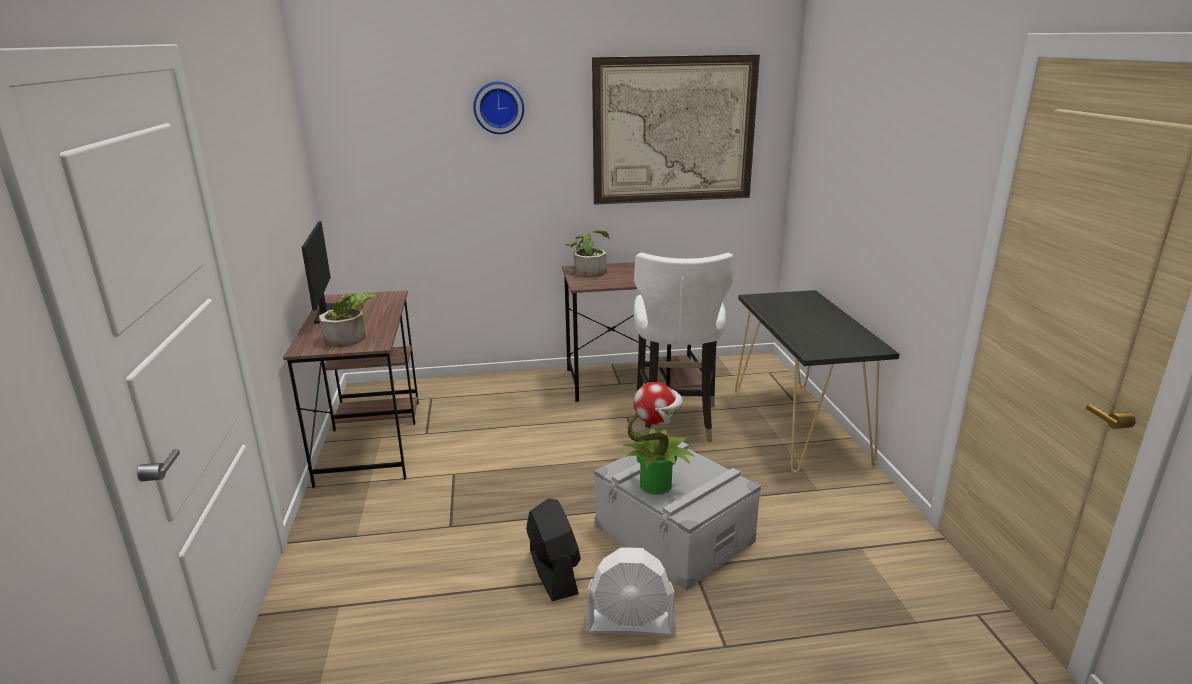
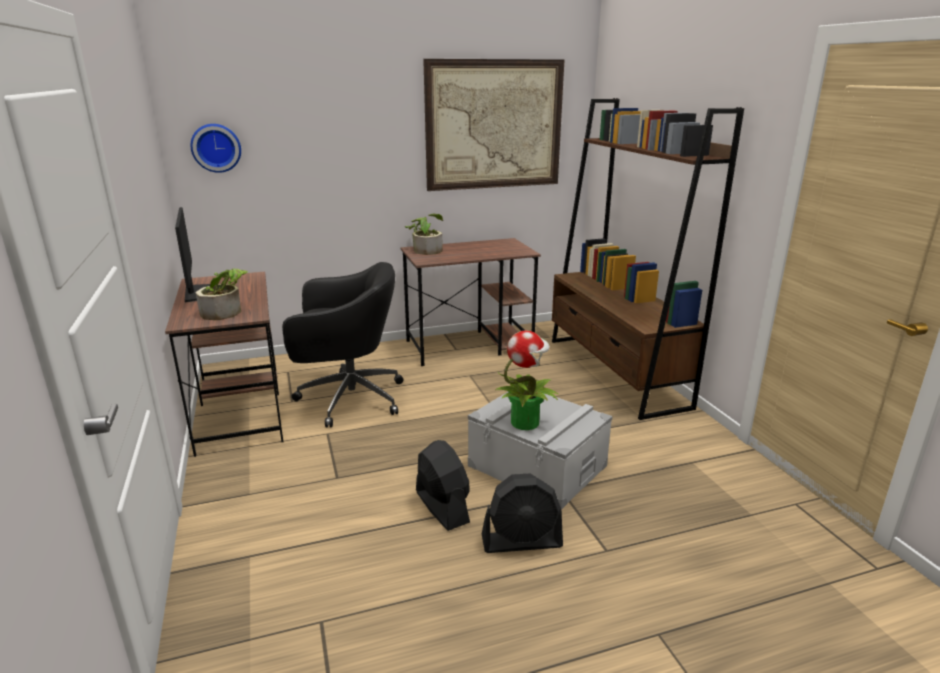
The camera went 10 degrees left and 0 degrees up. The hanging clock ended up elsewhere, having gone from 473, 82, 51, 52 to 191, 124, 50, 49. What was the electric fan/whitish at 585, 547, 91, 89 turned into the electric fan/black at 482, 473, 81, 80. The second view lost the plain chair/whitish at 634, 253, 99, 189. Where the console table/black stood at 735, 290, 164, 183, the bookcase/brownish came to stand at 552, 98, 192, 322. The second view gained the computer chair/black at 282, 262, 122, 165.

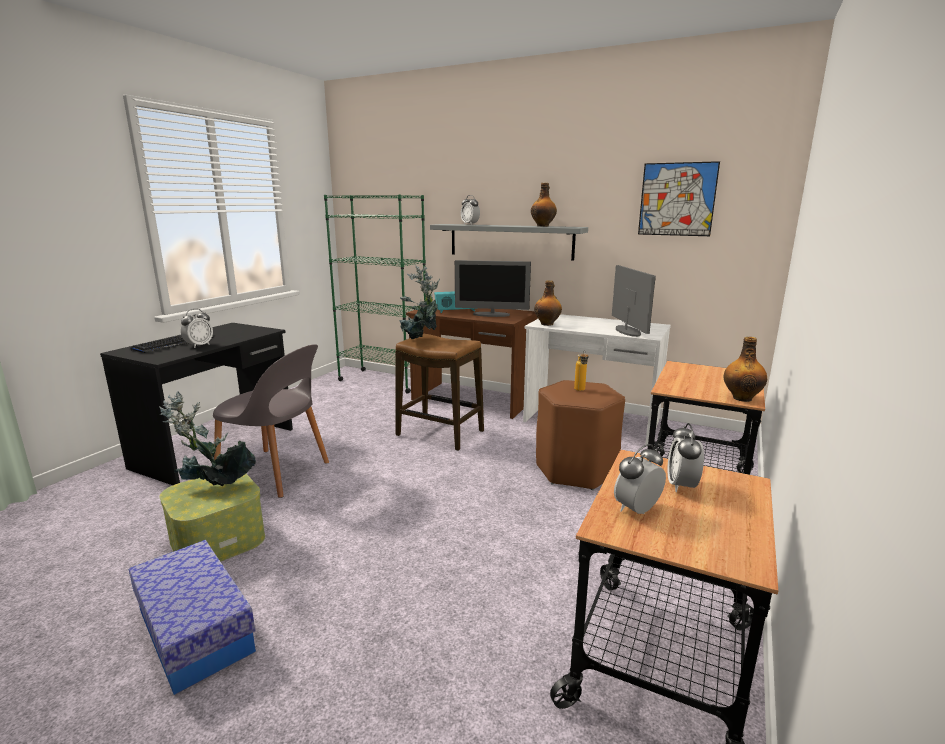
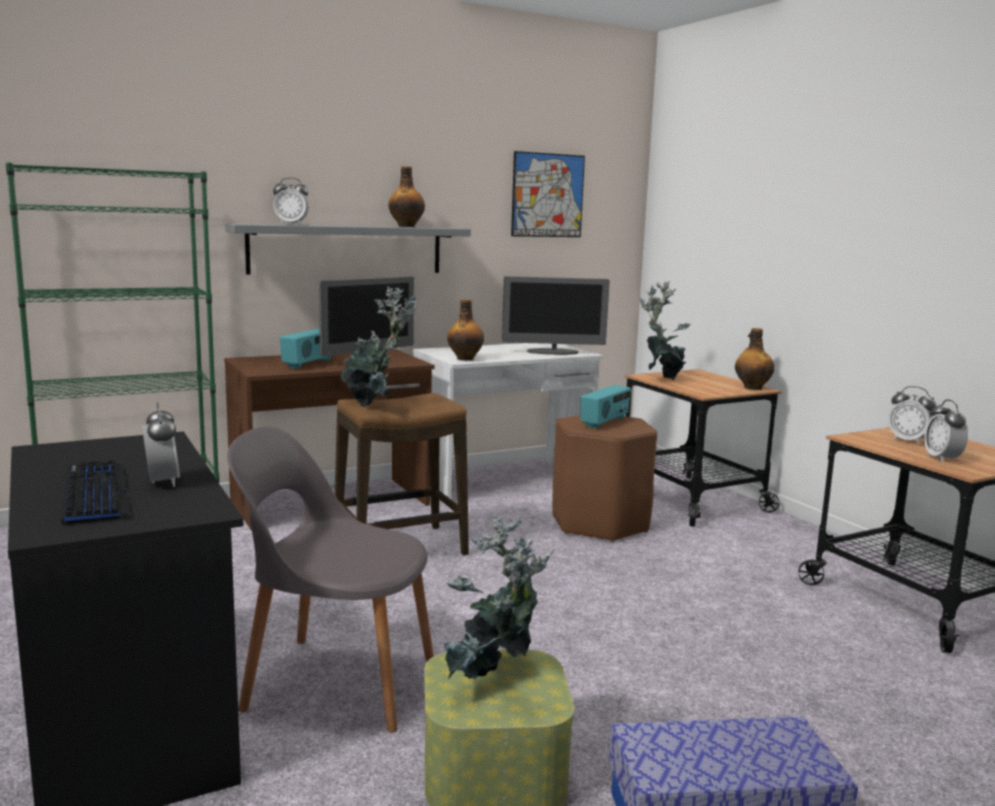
The camera went 55 degrees left and 5 degrees down. The plain chair/greyish at 213, 344, 116, 154 ended up facing another way, 135 degrees counterclockwise from before. Where the drink bottle stood at 574, 350, 14, 41, the radio set came to stand at 581, 385, 50, 44. The computer display at 612, 265, 44, 72 ended up facing another way, 150 degrees clockwise from before. The second view gained the potted plant at 639, 281, 51, 99.

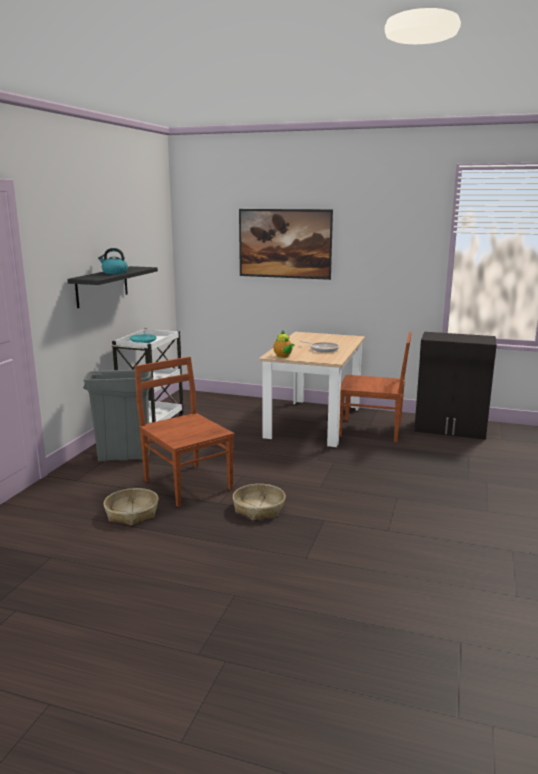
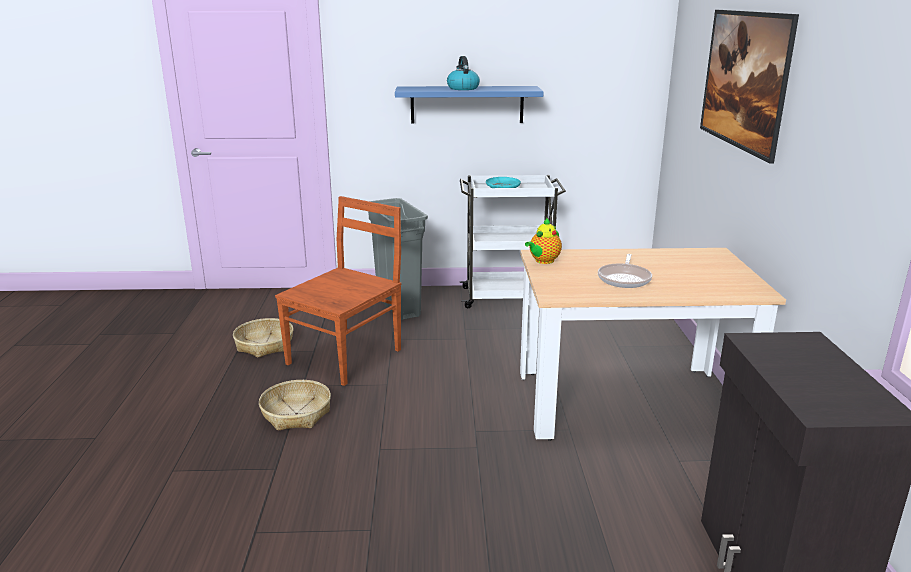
The camera went 70 degrees right and 5 degrees up. What was the bracket shelf/black at 67, 266, 91, 42 turned into the bracket shelf/bluish at 395, 86, 149, 37. The second view lost the plain chair/brownish at 339, 332, 73, 110.

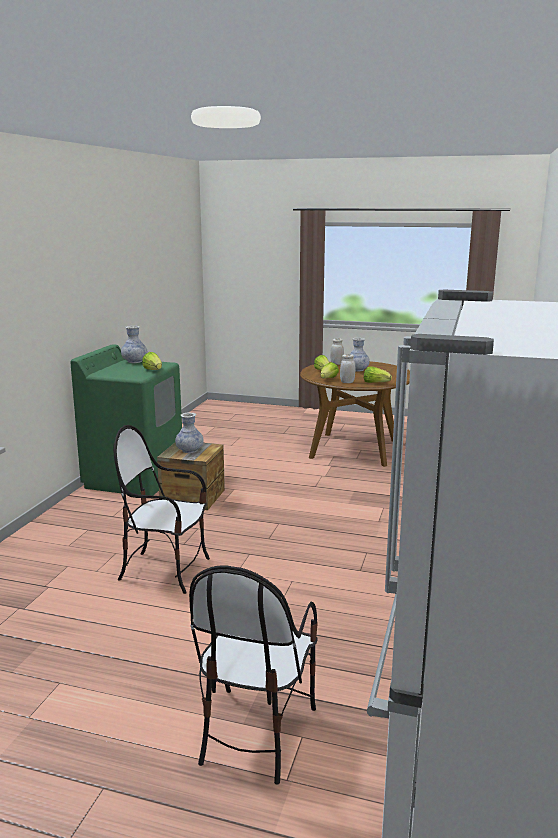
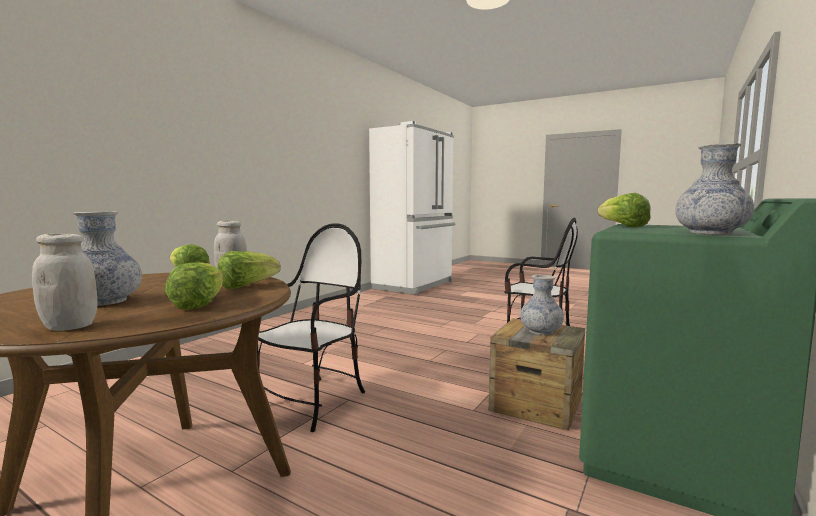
The camera went 165 degrees left and 10 degrees down. The plain chair ended up elsewhere, having gone from 189, 565, 129, 220 to 257, 223, 108, 209.

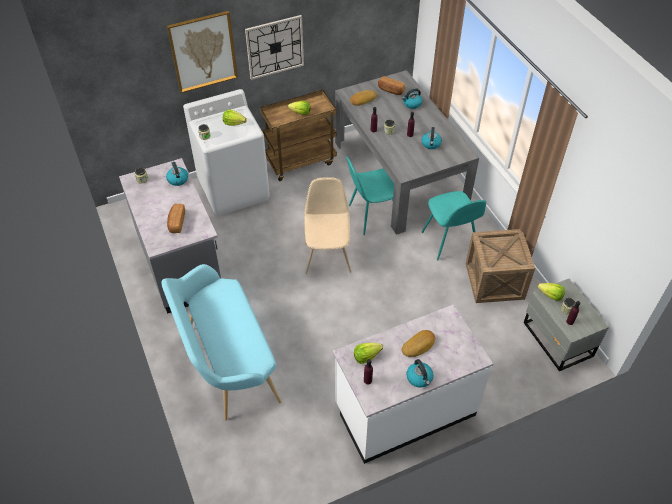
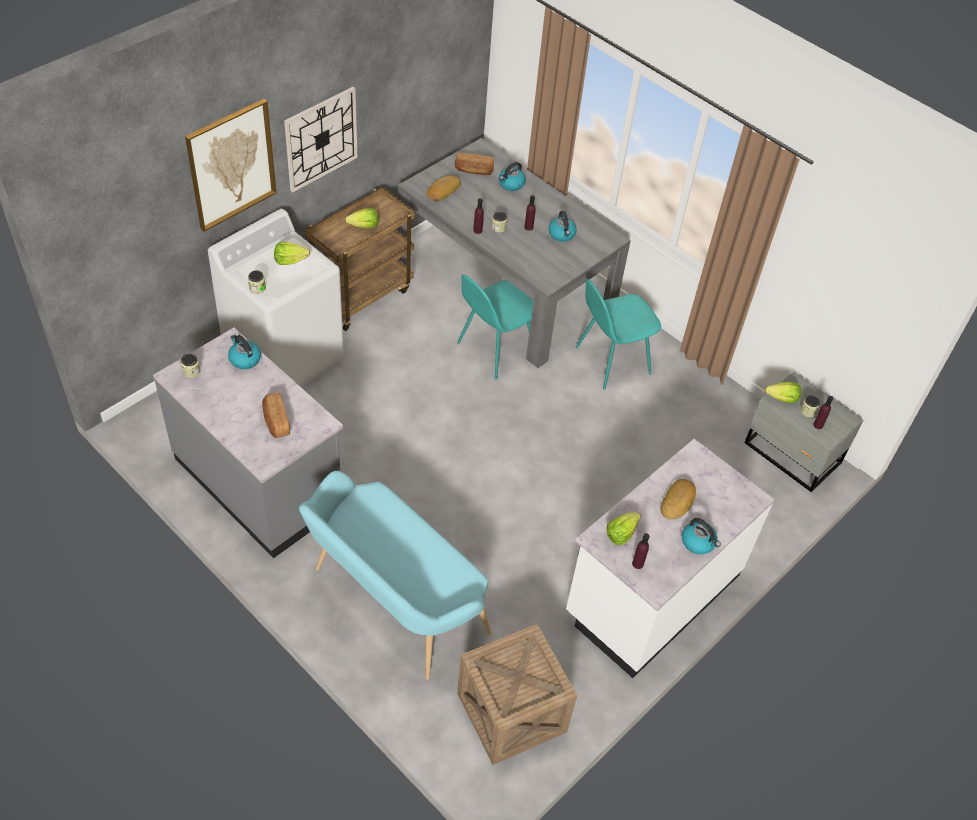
The camera went 25 degrees left and 0 degrees up. The second view lost the plain chair/sand-coloured at 304, 177, 47, 97. The plain chair/turquoise-coloured at 422, 191, 64, 69 ended up facing another way, 105 degrees clockwise from before. The packing crate ended up elsewhere, having gone from 466, 229, 69, 74 to 457, 624, 120, 141.

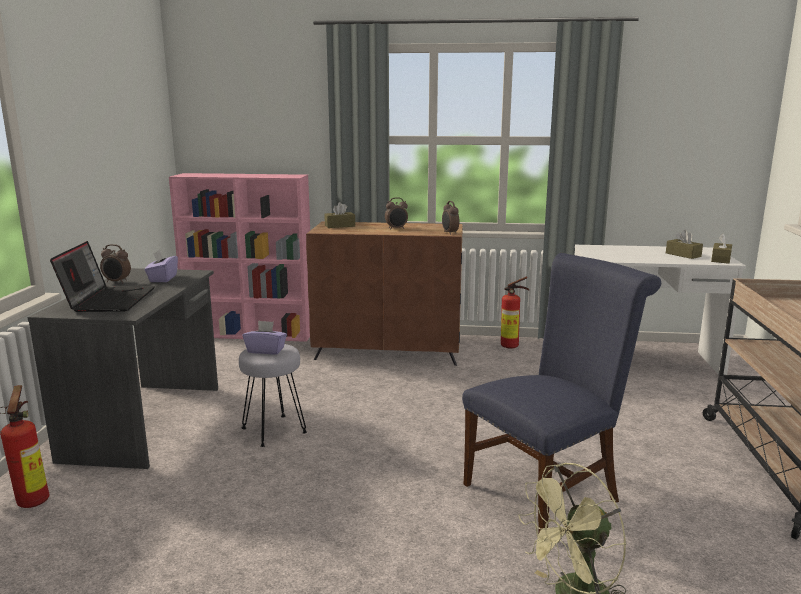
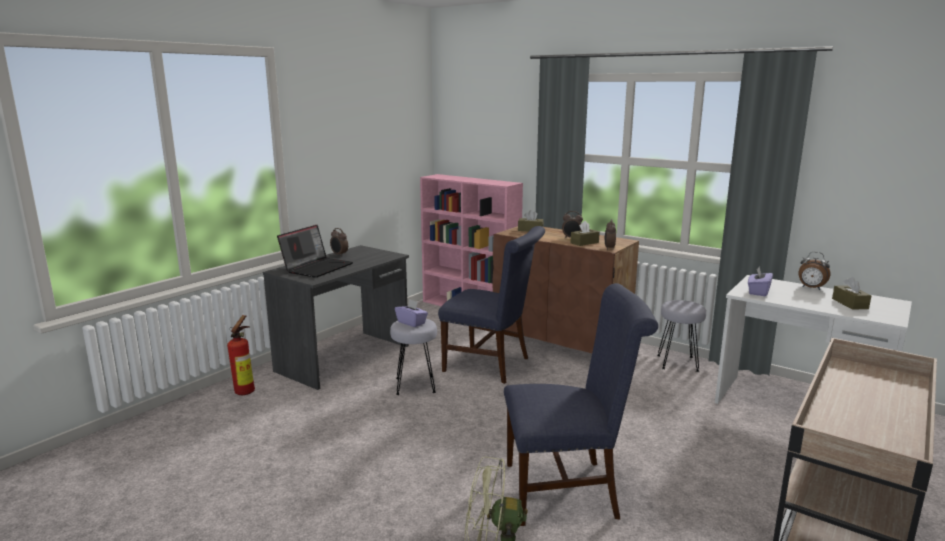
The camera went 30 degrees right and 0 degrees up. The box of tissues/purple-coloured ended up elsewhere, having gone from 145, 250, 33, 32 to 748, 266, 25, 30. Where the extinguisher stood at 501, 277, 28, 71, the sitting stool/greyish came to stand at 657, 300, 49, 72. The box of tissues/brownish ended up elsewhere, having gone from 711, 234, 21, 30 to 570, 221, 30, 25. The second view gained the plain chair/bluish at 438, 226, 107, 158. The second view gained the table clock at 799, 252, 31, 38.

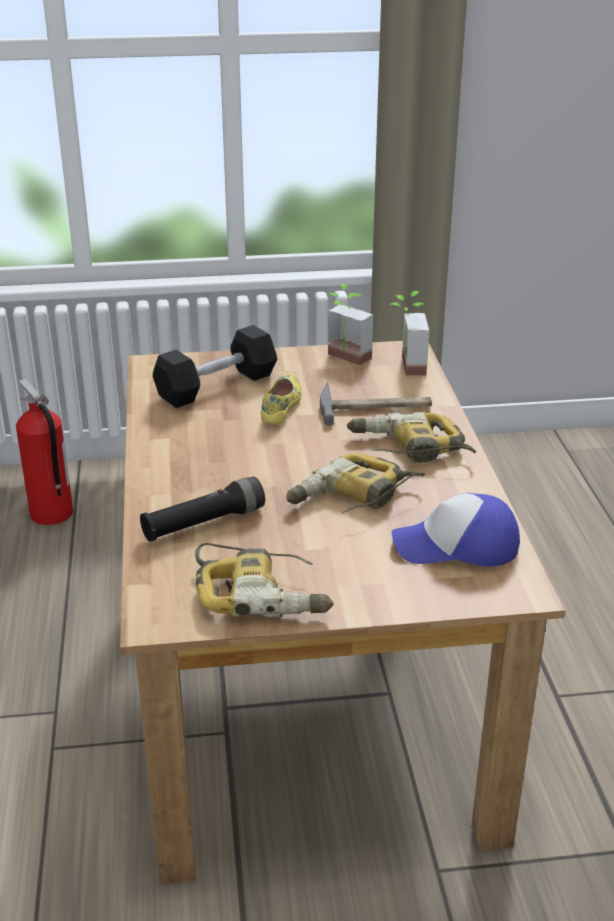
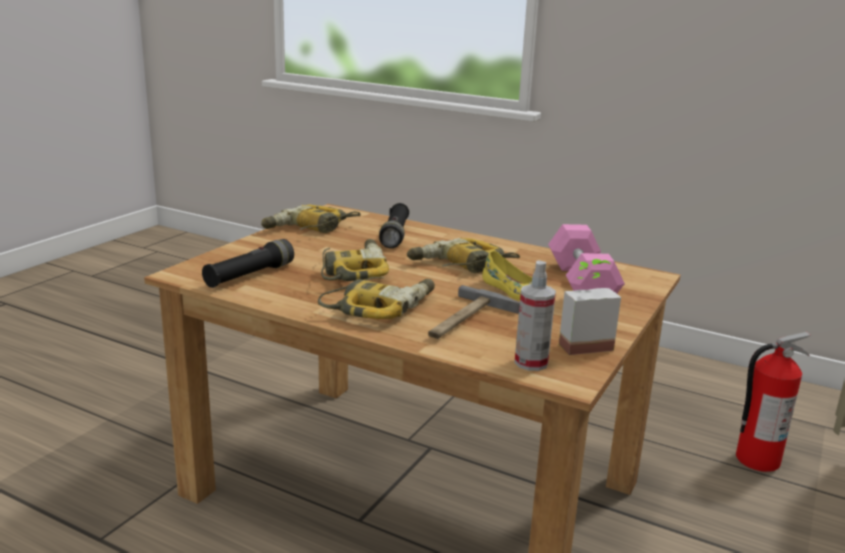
The camera went 125 degrees right and 10 degrees down. What was the dumbbell/black at 153, 325, 124, 83 turned into the dumbbell/pink-coloured at 548, 224, 77, 69. Where the potted plant stood at 389, 291, 40, 84, the hand sprayer came to stand at 514, 260, 42, 111. Where the baseball cap stood at 392, 493, 128, 74, the hand torch/black came to stand at 202, 239, 92, 49. The second view gained the drill at 407, 238, 113, 35.

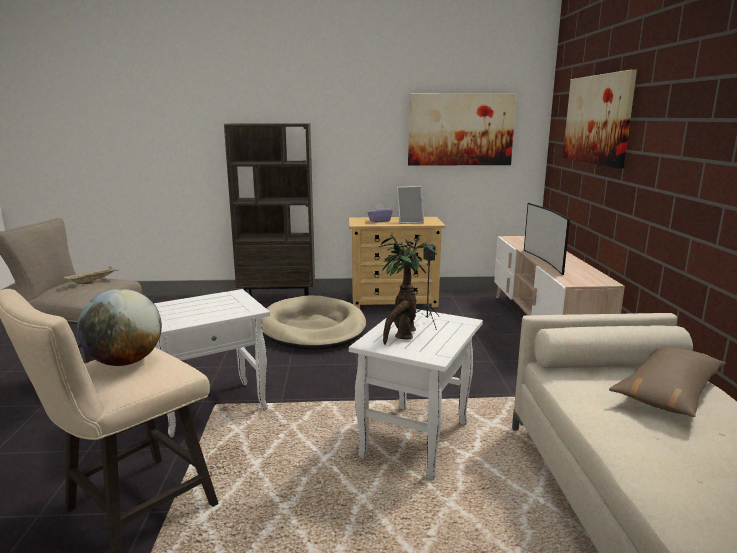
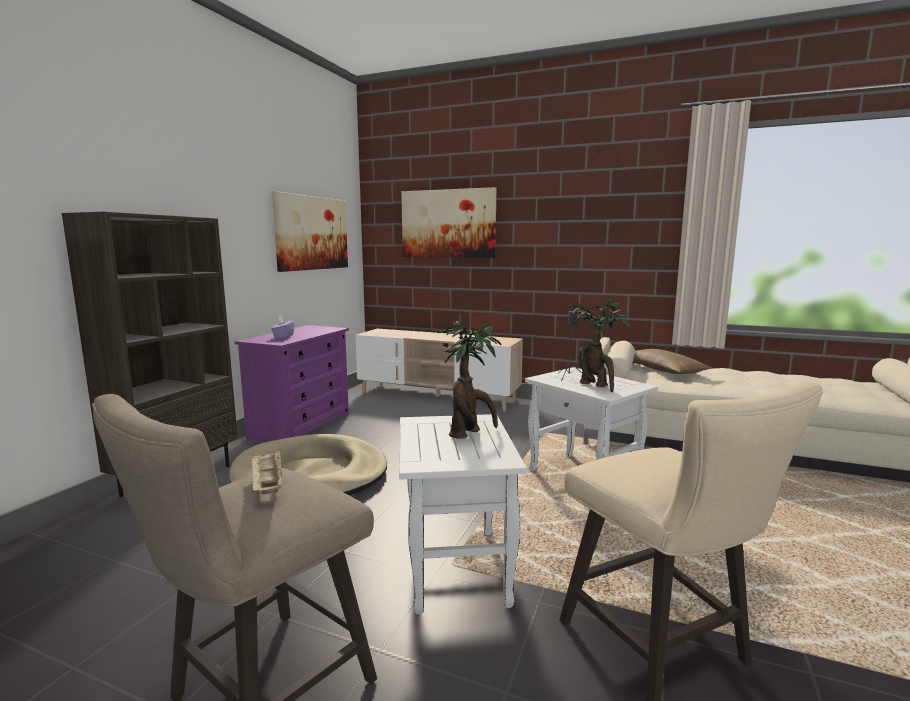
The camera went 65 degrees left and 5 degrees down. The second view lost the desk globe at 77, 289, 85, 77. What was the dresser/sand-coloured at 349, 217, 96, 92 turned into the dresser/purple-coloured at 234, 325, 115, 117. The second view lost the photo frame at 397, 186, 27, 38. The second view lost the television at 524, 203, 46, 72. The second view gained the potted plant at 438, 314, 64, 125.

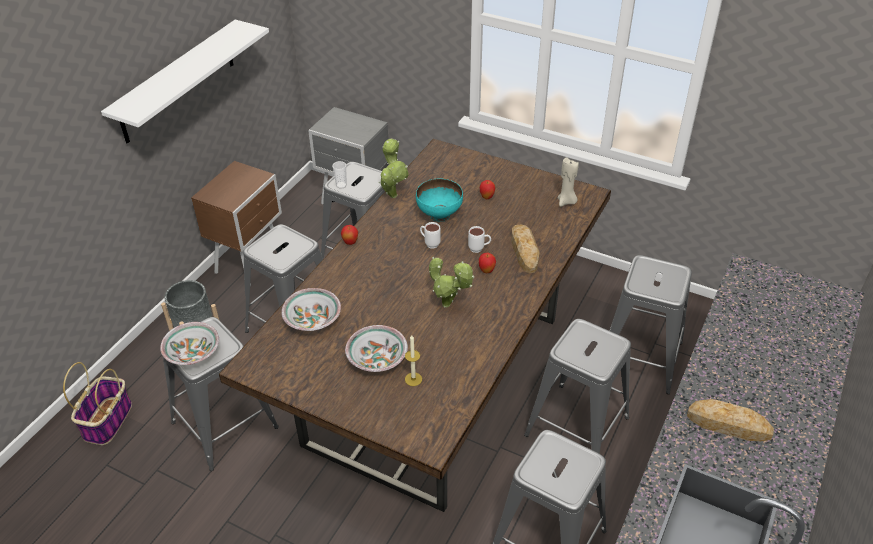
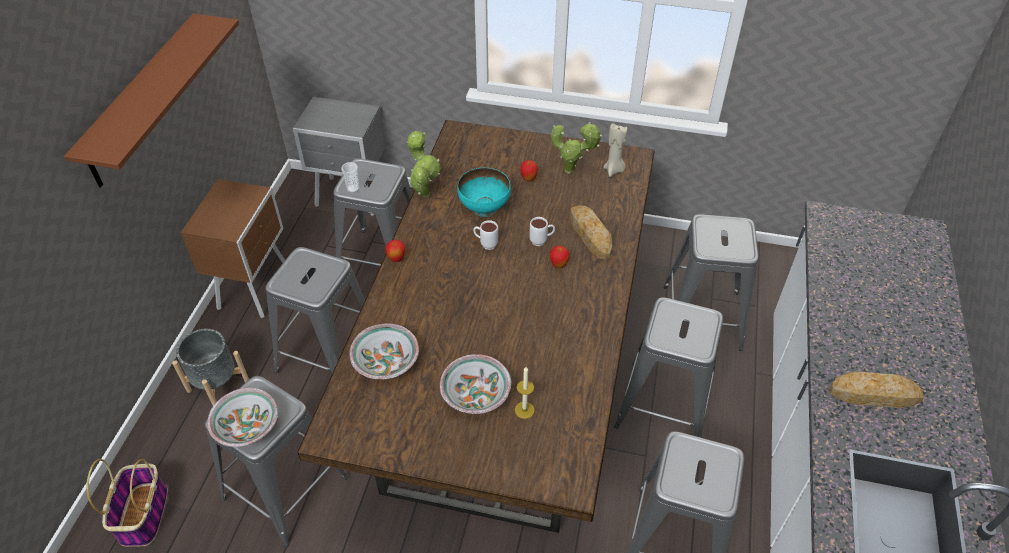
The camera went 15 degrees left and 5 degrees up. What was the bracket shelf/whitish at 101, 19, 168, 124 turned into the bracket shelf/brownish at 64, 14, 175, 174. The potted plant ended up elsewhere, having gone from 429, 257, 45, 51 to 551, 122, 51, 52.

